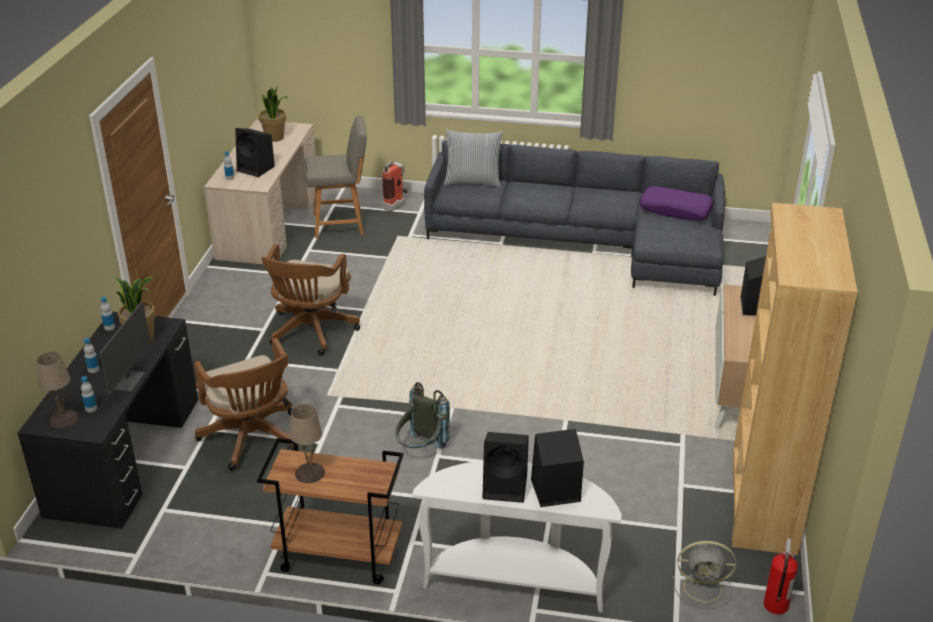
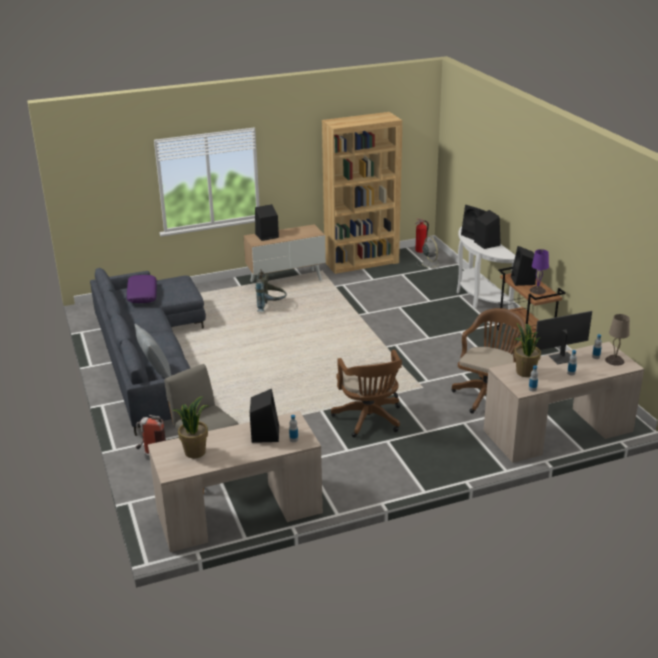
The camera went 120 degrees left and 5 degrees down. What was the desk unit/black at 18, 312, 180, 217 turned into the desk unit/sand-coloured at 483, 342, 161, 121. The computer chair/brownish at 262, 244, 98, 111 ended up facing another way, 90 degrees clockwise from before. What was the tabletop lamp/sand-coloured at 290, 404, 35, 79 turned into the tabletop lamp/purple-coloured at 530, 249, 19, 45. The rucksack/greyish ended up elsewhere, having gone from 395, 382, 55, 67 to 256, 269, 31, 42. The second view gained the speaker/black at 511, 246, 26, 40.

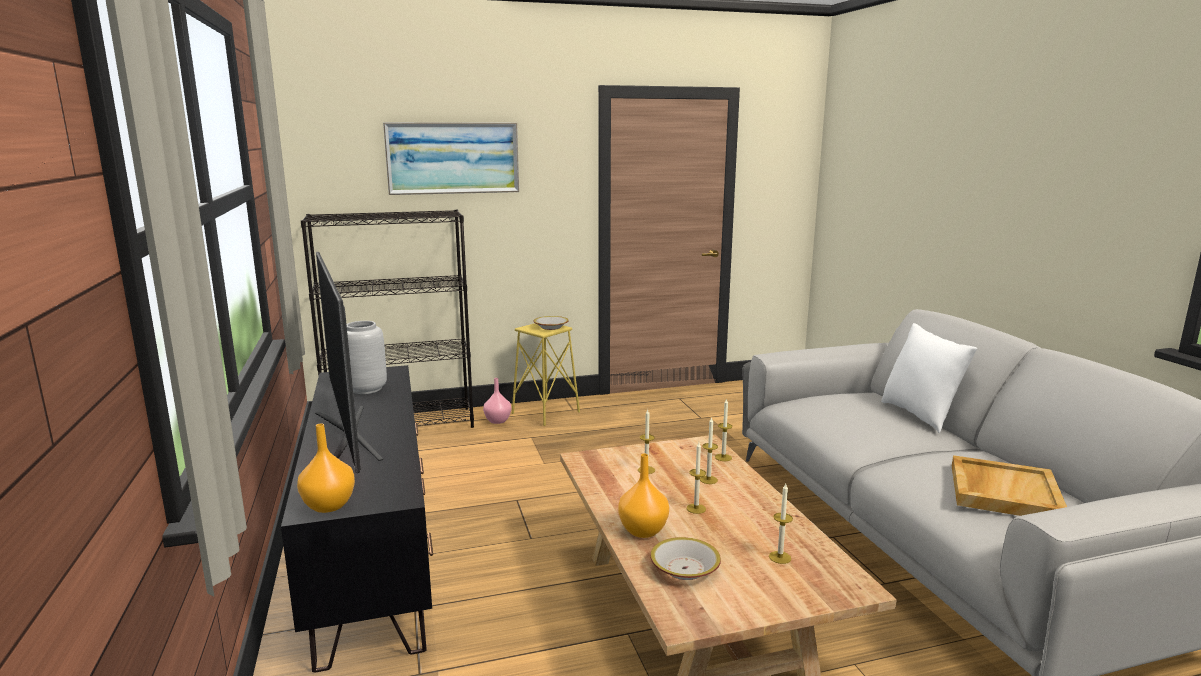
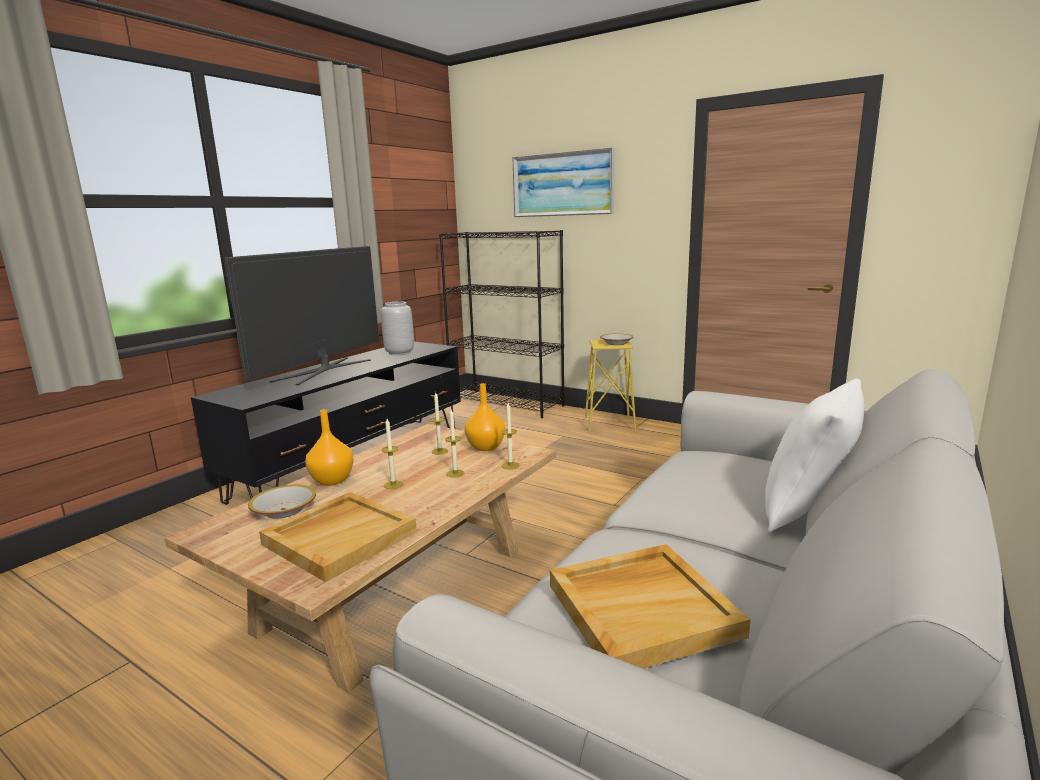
The camera went 50 degrees right and 0 degrees up. The vase/orange ended up elsewhere, having gone from 297, 423, 58, 90 to 464, 383, 41, 68. The second view lost the vase/pink-coloured at 483, 378, 28, 46. Where the wax light stood at 769, 484, 24, 80, the tray/sand-coloured came to stand at 259, 492, 158, 90.

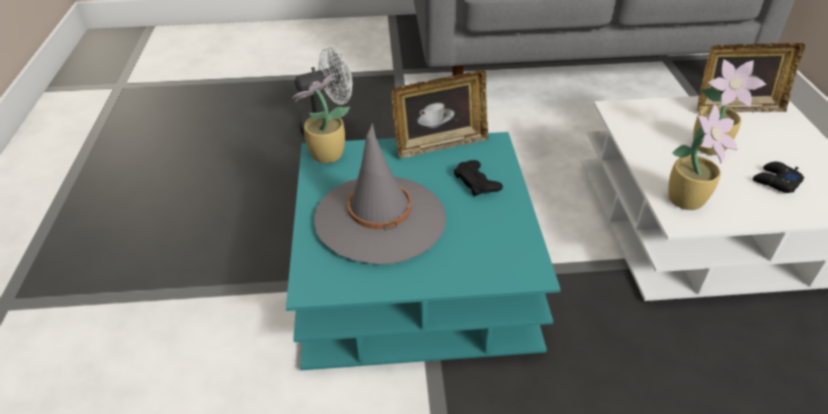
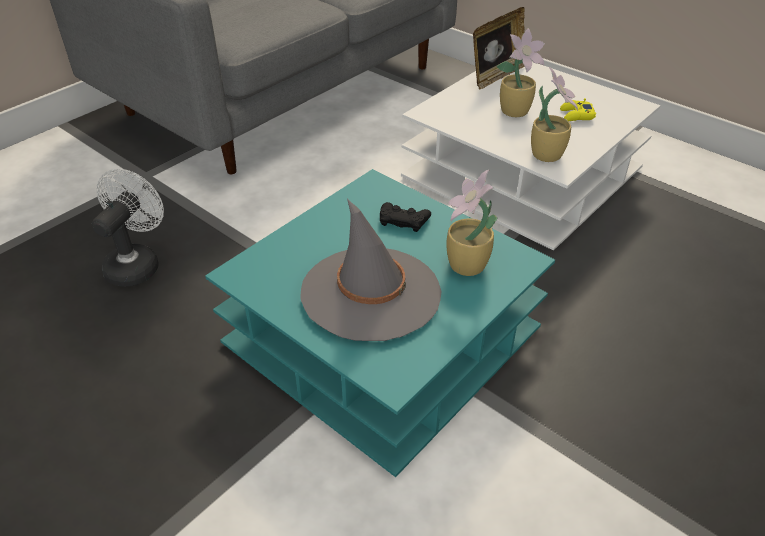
The camera went 45 degrees left and 0 degrees up. The potted plant ended up elsewhere, having gone from 293, 74, 57, 89 to 446, 170, 51, 106. The second view lost the photo frame at 392, 70, 97, 88. What was the gamepad/black at 753, 162, 52, 31 turned into the gamepad/yellow at 560, 98, 36, 23.

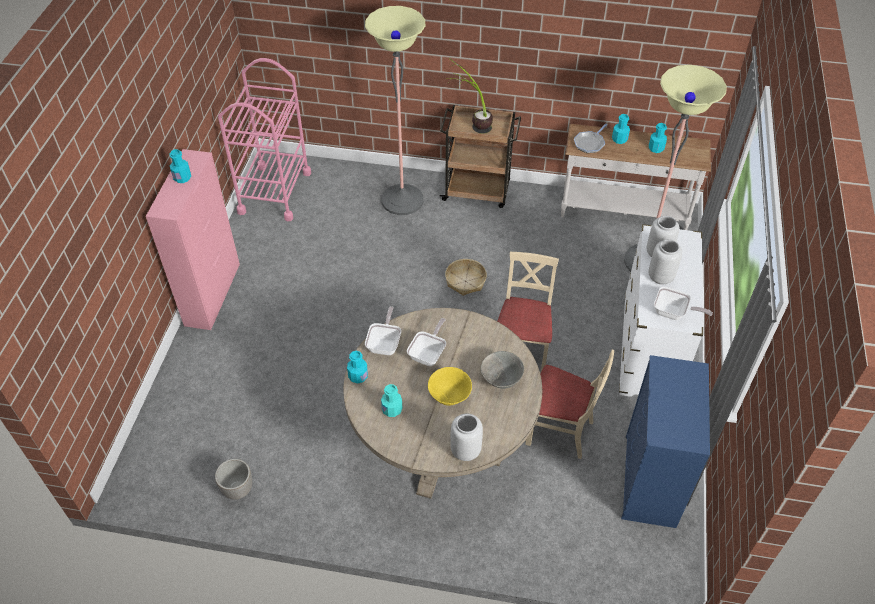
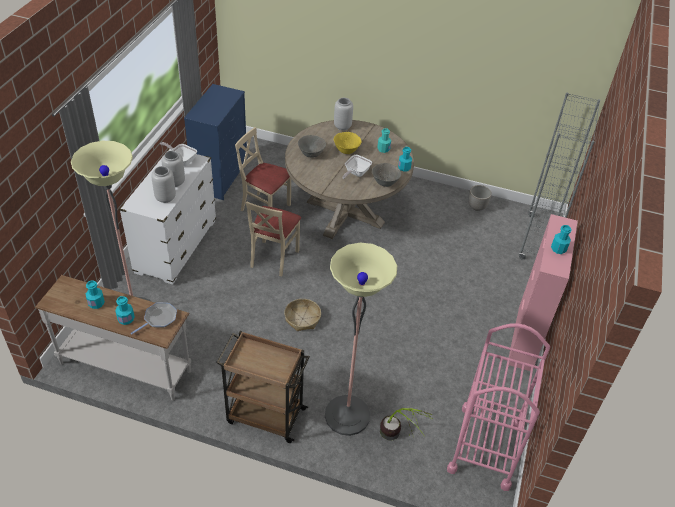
The camera went 175 degrees left and 5 degrees down. Where the frying pan stood at 365, 306, 36, 49, the serving bowl/greyish came to stand at 372, 163, 29, 24. The potted plant ended up elsewhere, having gone from 446, 59, 47, 75 to 380, 408, 53, 33. The second view gained the bookcase/greyish at 519, 92, 82, 168.

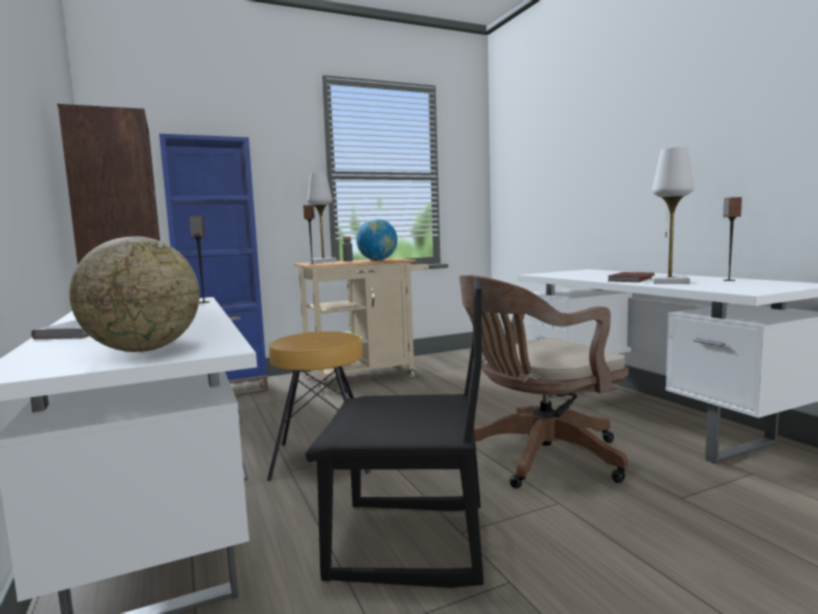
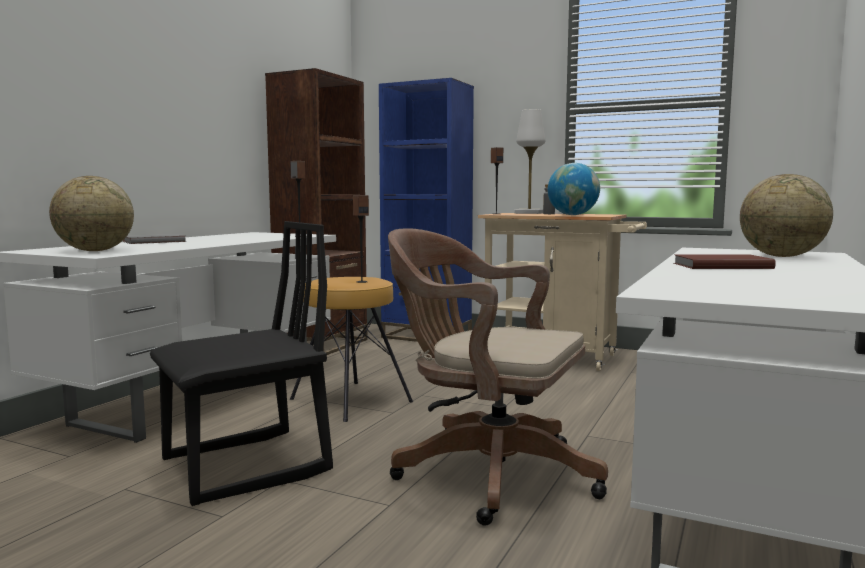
The camera went 50 degrees right and 0 degrees up. The plain chair/black at 305, 278, 179, 310 ended up facing another way, 90 degrees counterclockwise from before. The second view lost the tabletop lamp/whitish at 651, 147, 43, 137. The speaker ended up elsewhere, having gone from 723, 197, 19, 84 to 353, 195, 16, 88. The second view gained the desk globe at 740, 174, 93, 83.

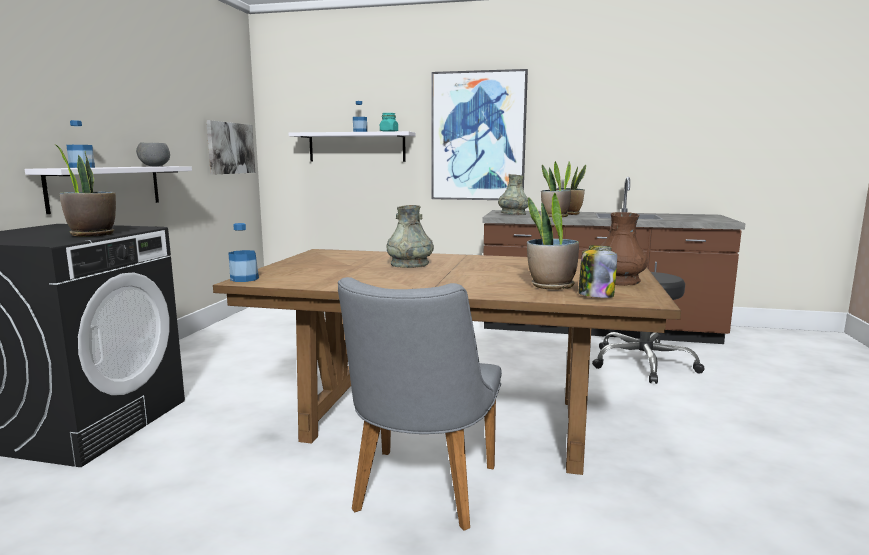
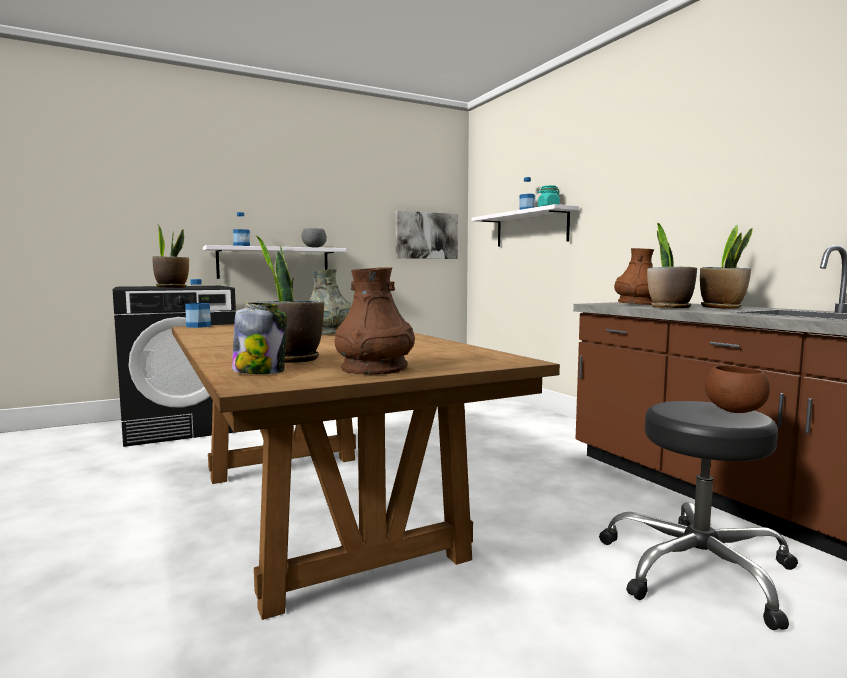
The camera went 50 degrees right and 5 degrees down. The second view lost the plain chair/greyish at 338, 277, 164, 253. The second view lost the wall art at 432, 69, 96, 131. What was the vase/greyish at 498, 174, 30, 41 turned into the vase/brownish at 614, 248, 40, 57. The second view gained the serving bowl/brownish at 705, 365, 65, 48.

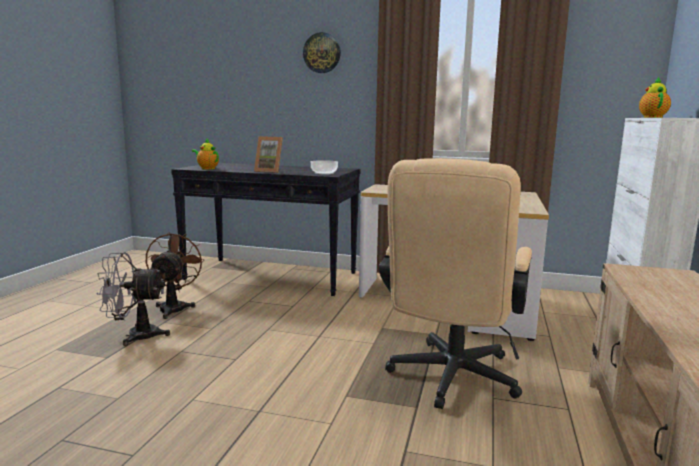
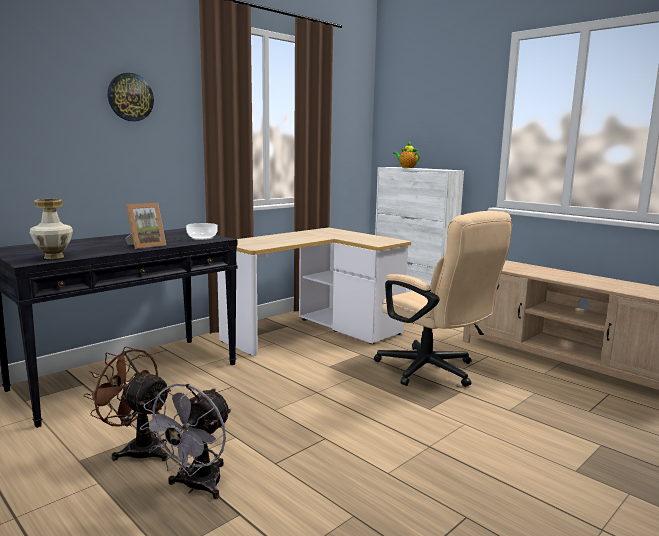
The camera went 60 degrees left and 0 degrees up. Where the tea pot stood at 192, 139, 27, 31, the vase came to stand at 30, 199, 43, 60.

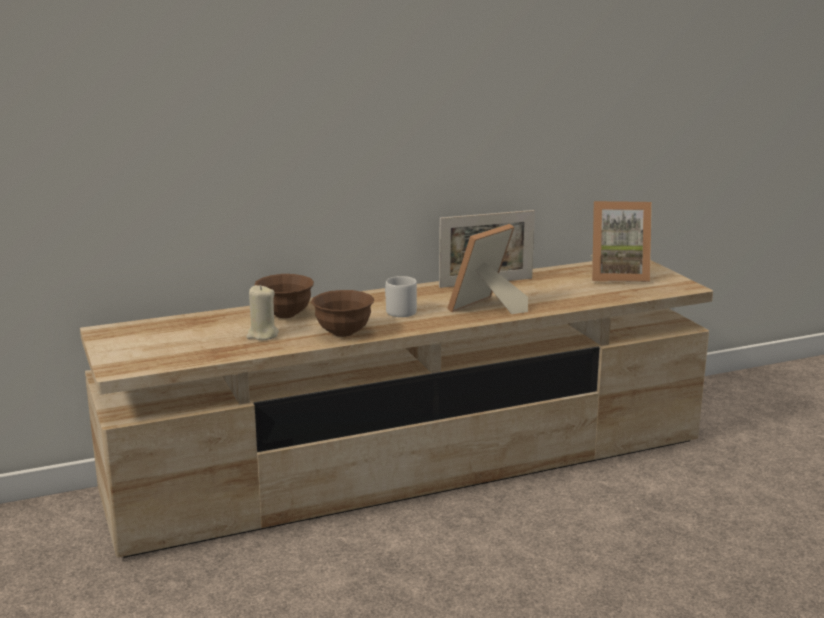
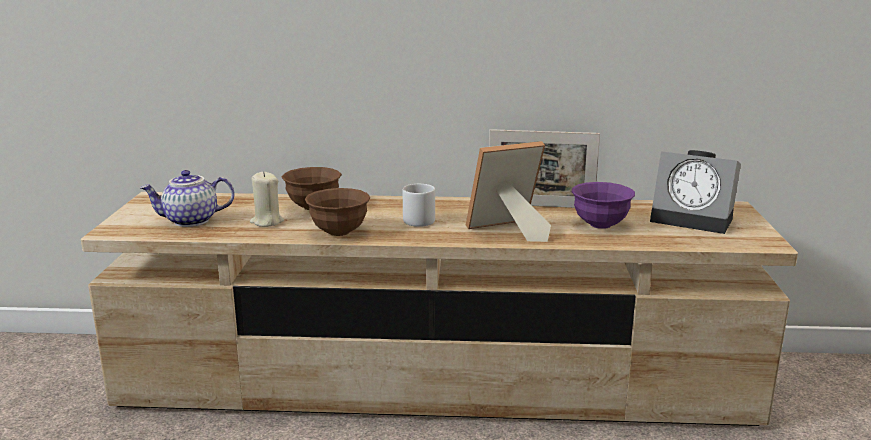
The camera went 25 degrees right and 0 degrees up. Where the photo frame stood at 590, 201, 62, 81, the table clock came to stand at 650, 150, 91, 84. The second view gained the tea pot at 140, 170, 94, 57. The second view gained the serving bowl/purple-coloured at 571, 182, 64, 47.

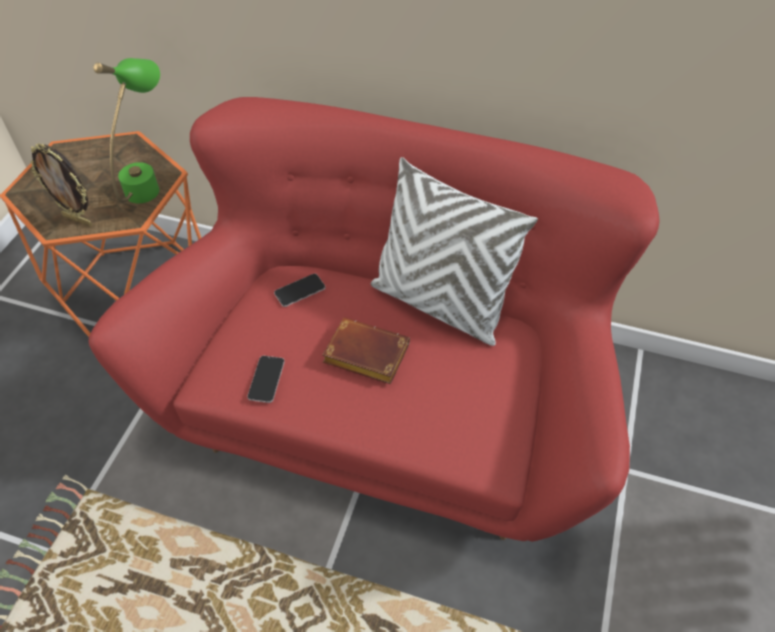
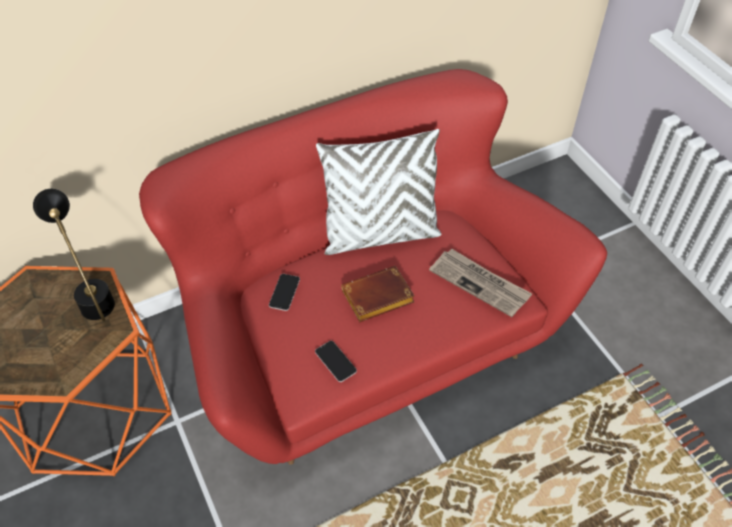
The camera went 45 degrees left and 0 degrees up. The second view lost the photo frame at 31, 143, 61, 84. What was the tabletop lamp/green-coloured at 93, 58, 67, 145 turned into the tabletop lamp/black at 33, 189, 82, 133. The second view gained the printed paper at 429, 249, 103, 68.

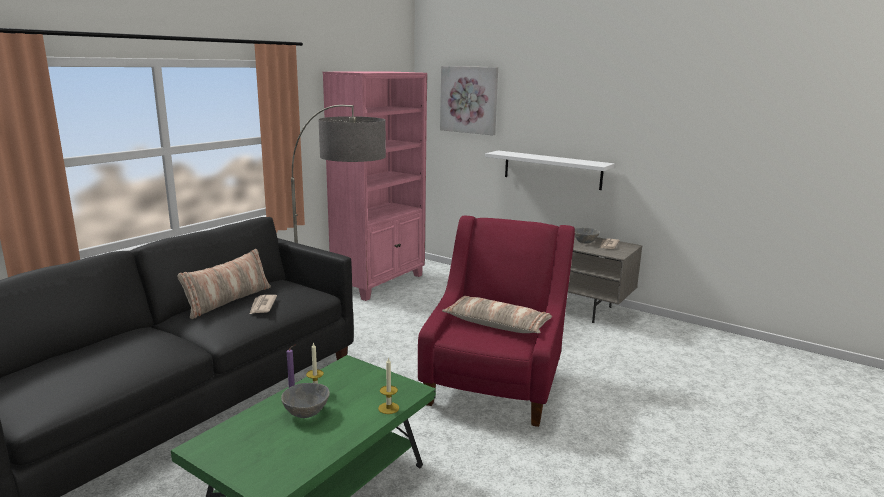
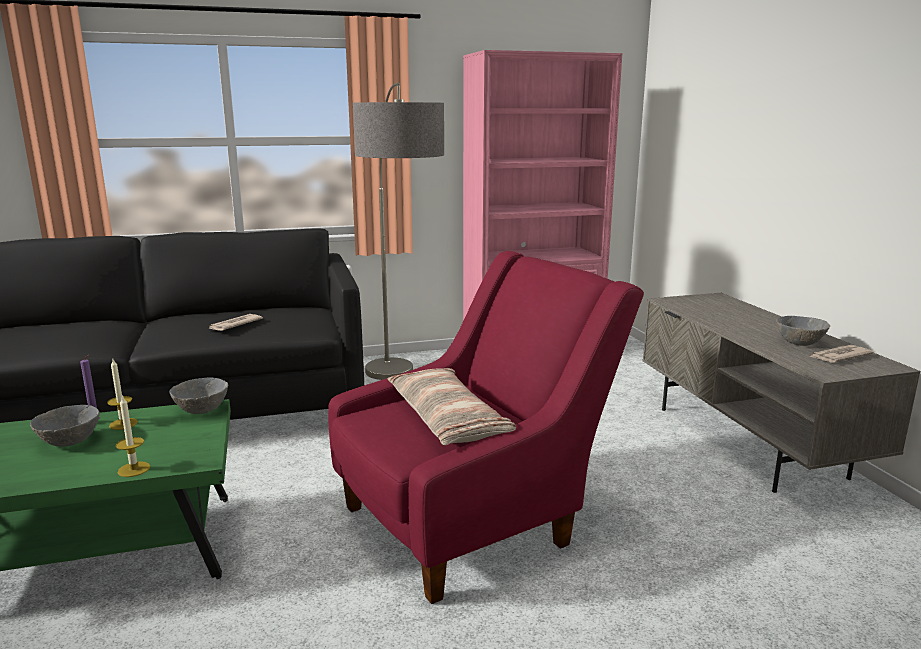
The camera went 40 degrees right and 0 degrees up. The second view lost the cushion at 177, 249, 94, 70. The second view lost the wall art at 440, 66, 58, 69. The second view lost the bracket shelf/whitish at 485, 150, 130, 40. The second view gained the serving bowl/greyish at 170, 378, 58, 36.

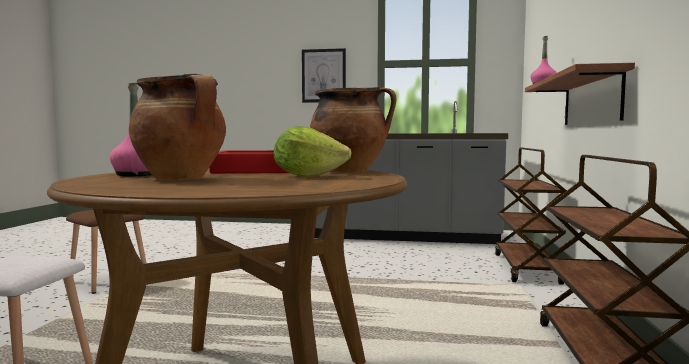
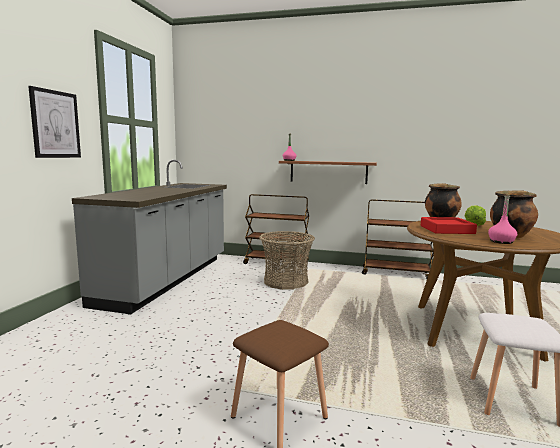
The camera went 85 degrees left and 5 degrees up. The second view gained the storage basket at 259, 231, 56, 59.

